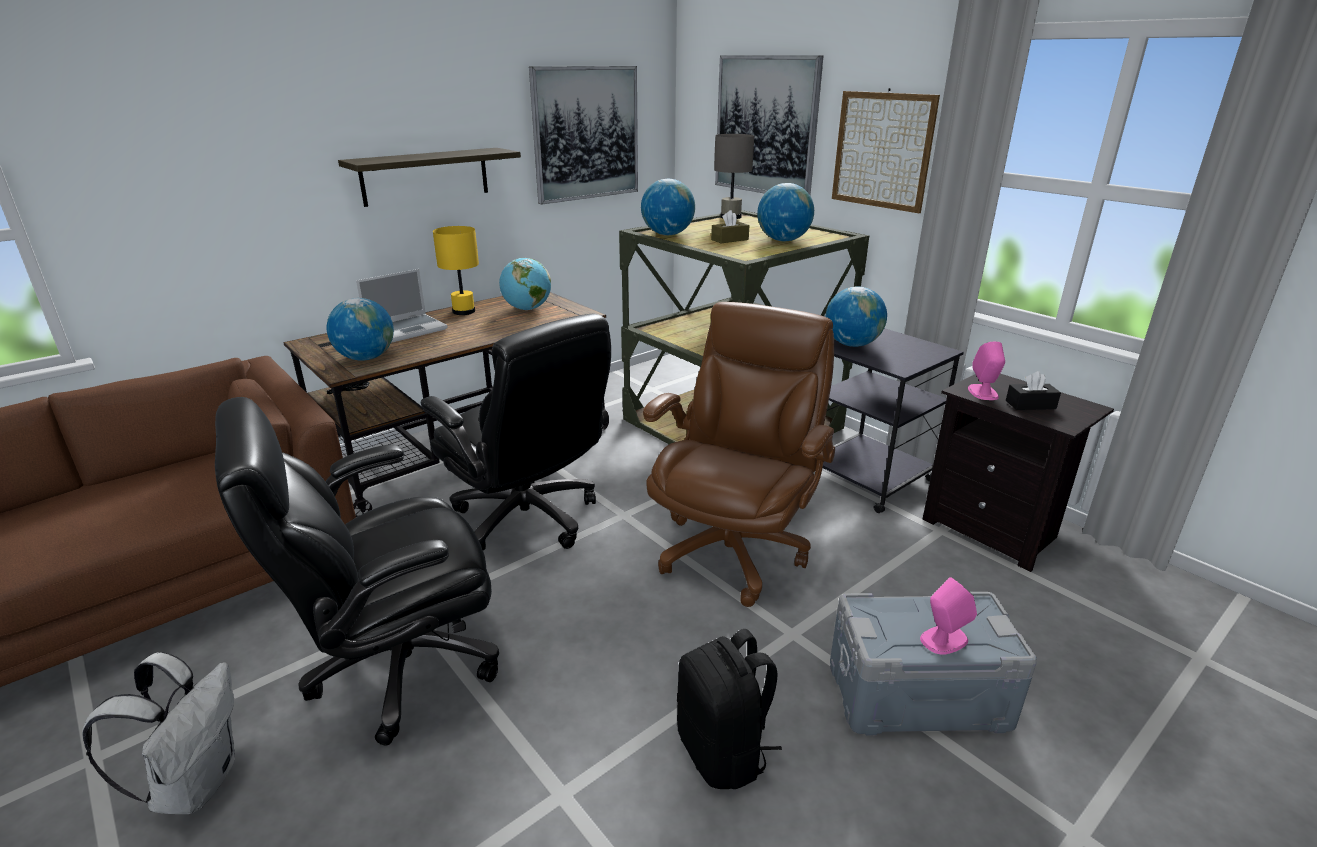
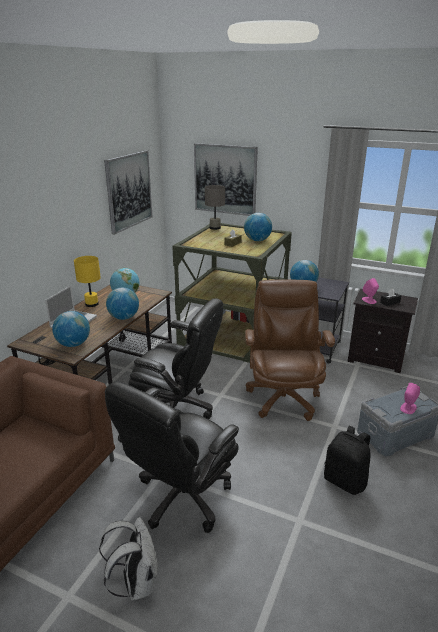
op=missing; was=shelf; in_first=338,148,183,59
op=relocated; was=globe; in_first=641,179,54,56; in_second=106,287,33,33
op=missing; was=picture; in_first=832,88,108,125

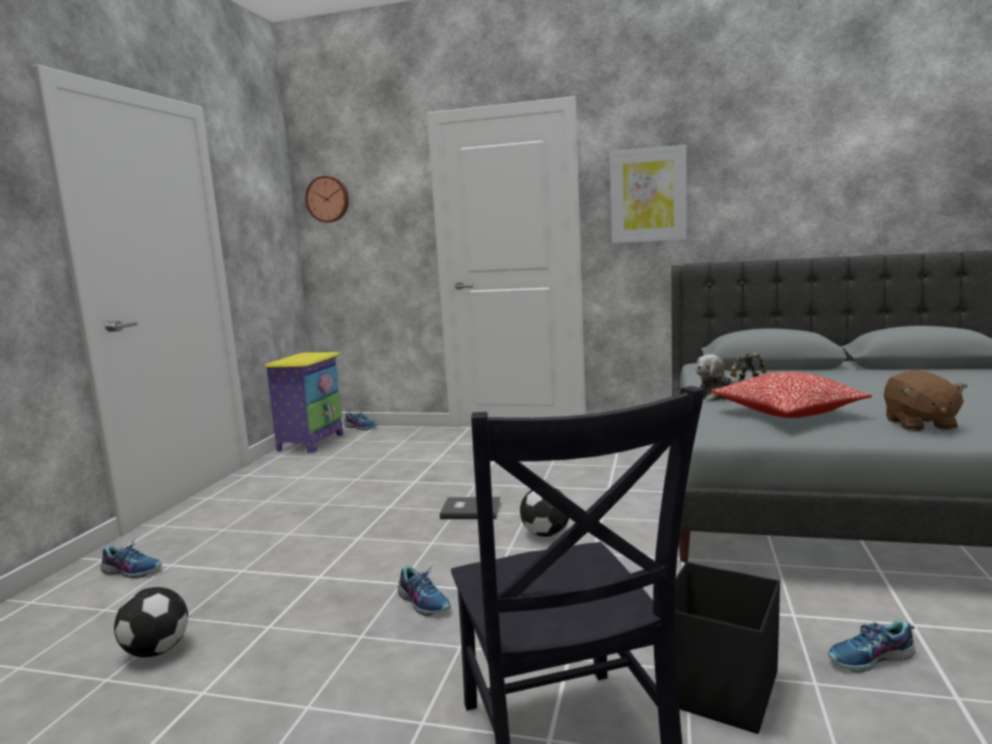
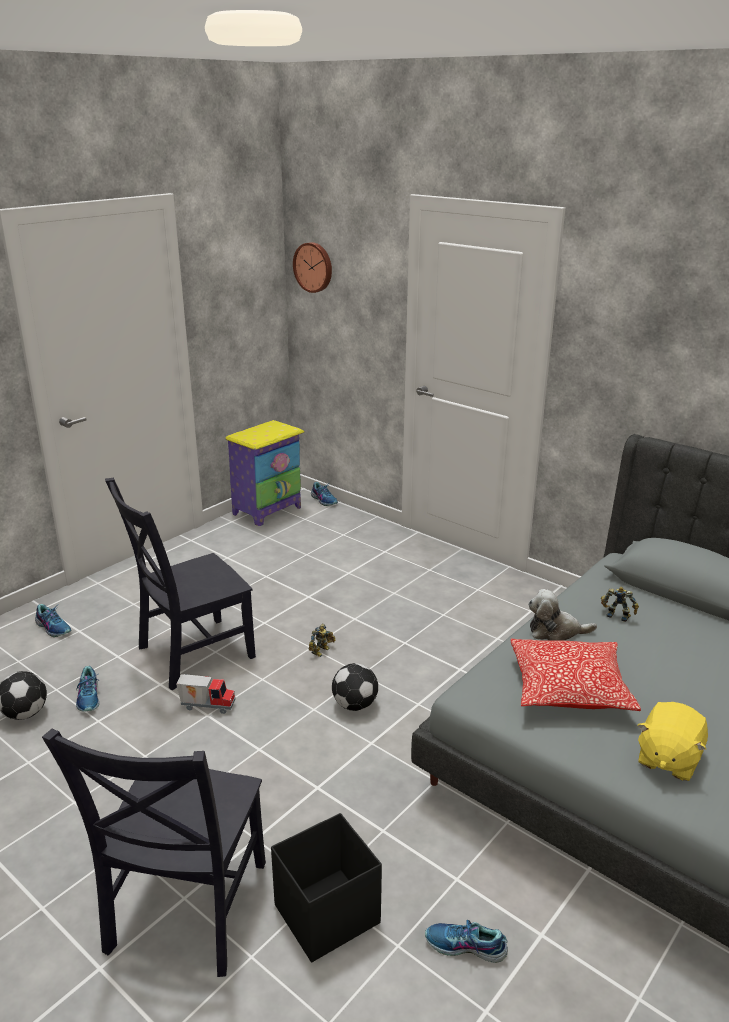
op=relocated; was=shoe; in_first=397,565,54,51; in_second=76,666,24,45
op=exchanged; was=book (grey); now=toy robot; in_first=440,497,61,22; in_second=309,624,26,33
op=missing; was=picture; in_first=610,145,77,98
op=colour; was=plush toy (brown); now=plush toy (yellow); in_first=884,370,84,61; in_second=638,702,70,79
op=appeared; now=chair (black); in_second=105,478,151,212
op=appeared; now=toy truck; in_second=176,674,60,40

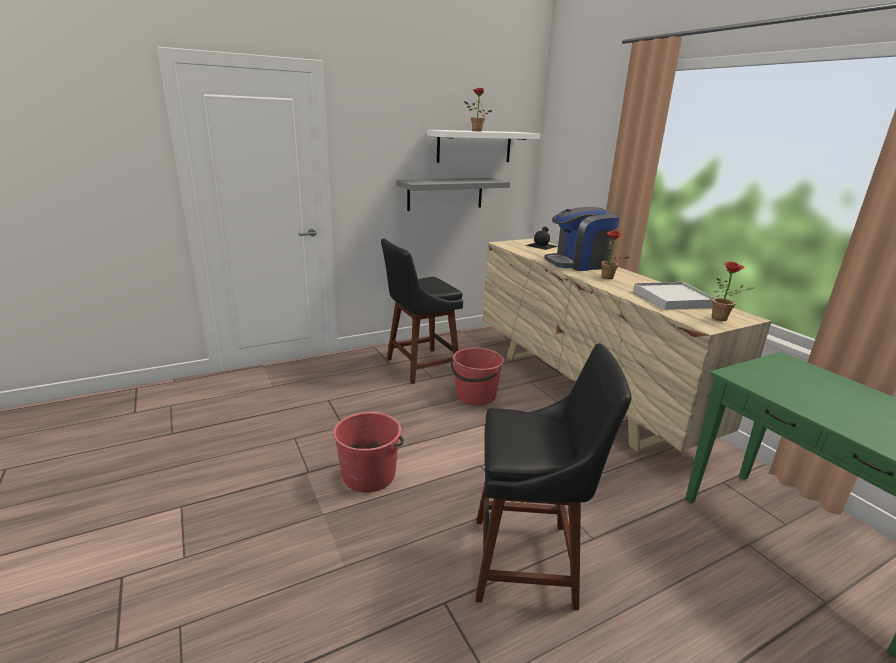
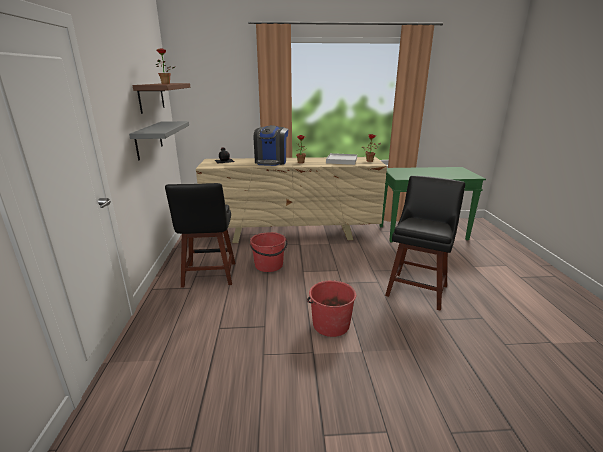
op=colour; was=shelf (white); now=shelf (brown); in_first=427,130,113,33; in_second=132,83,58,31

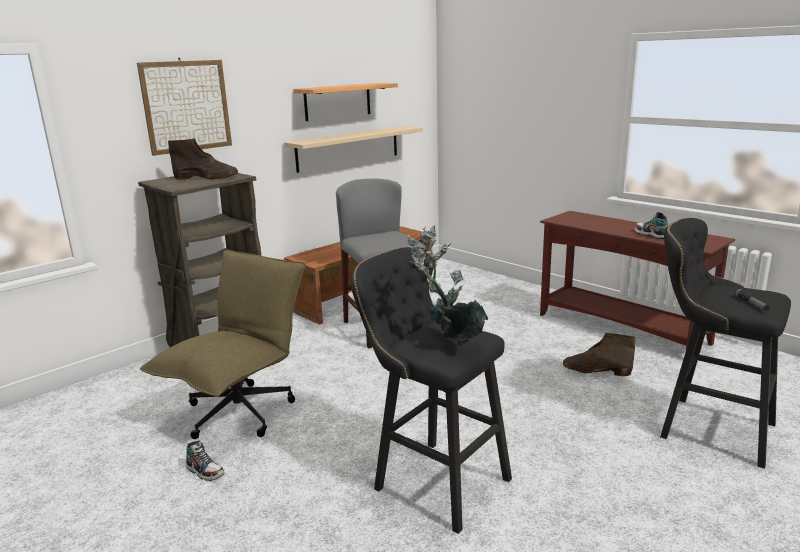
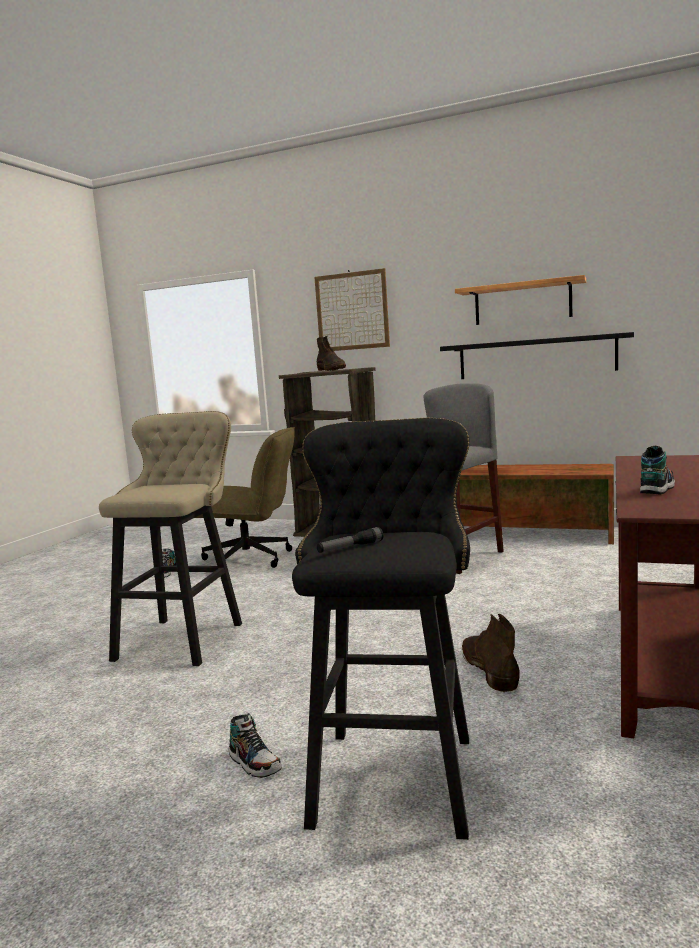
op=colour; was=shelf (beige); now=shelf (black); in_first=284,126,138,47; in_second=440,332,194,47
op=colour; was=stool (black); now=stool (beige); in_first=351,247,161,287; in_second=99,411,143,255
op=missing; was=potted plant; in_first=407,225,81,118
op=appeared; now=shoe; in_second=229,713,53,65

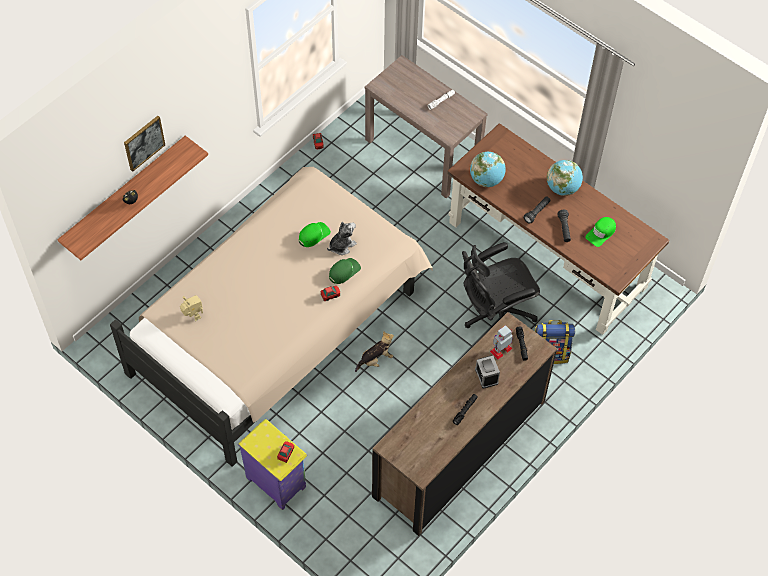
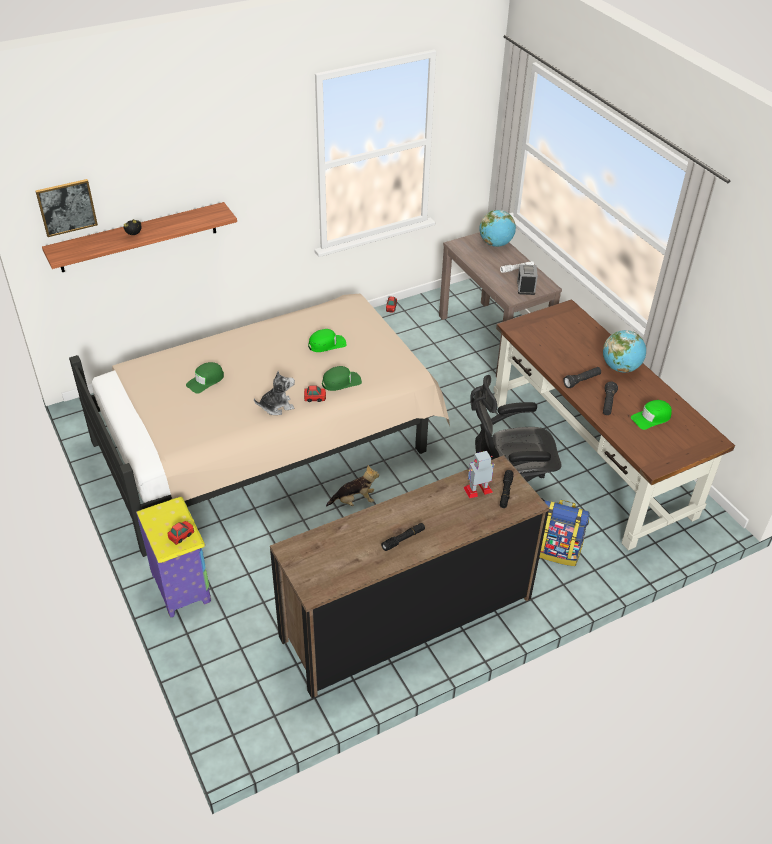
op=relocated; was=picture; in_first=124,116,41,56; in_second=36,179,62,58
op=missing; was=toy robot; in_first=180,295,23,26
op=relocated; was=plush toy; in_first=327,222,30,33; in_second=254,371,41,44
op=relocated; was=globe; in_first=470,152,36,35; in_second=480,210,36,37
op=relocated; was=alarm clock; in_first=475,356,25,33; in_second=517,264,21,31
op=appeared; now=cap (green); in_second=186,362,38,32

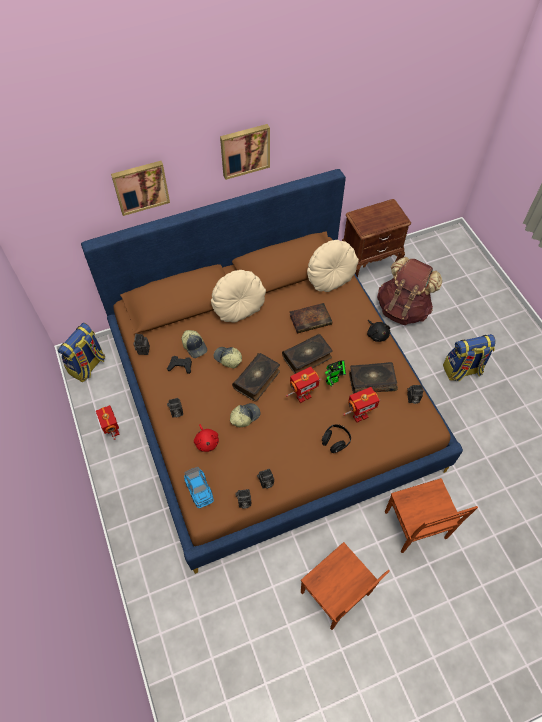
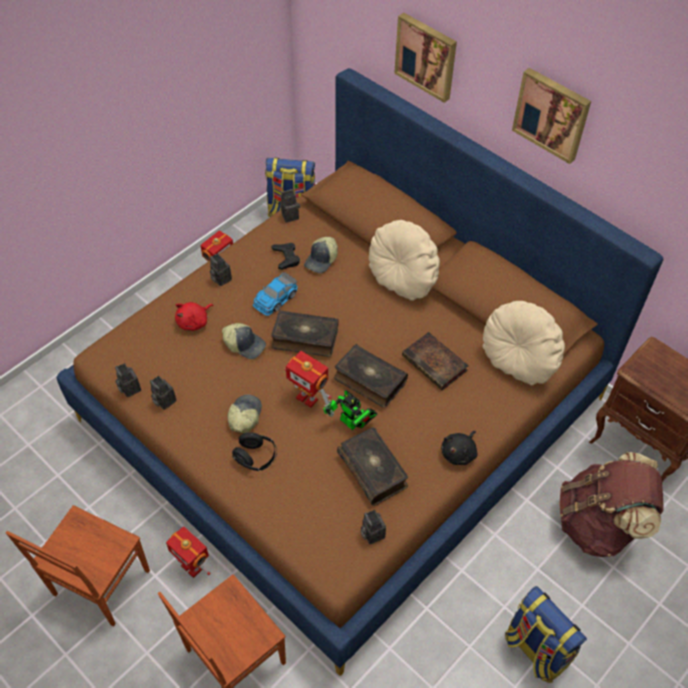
op=relocated; was=toy car; in_first=184,467,30,41; in_second=253,272,45,44
op=relocated; was=cap; in_first=214,347,28,21; in_second=228,395,34,38
op=relocated; was=toy robot; in_first=343,387,37,36; in_second=166,526,45,52

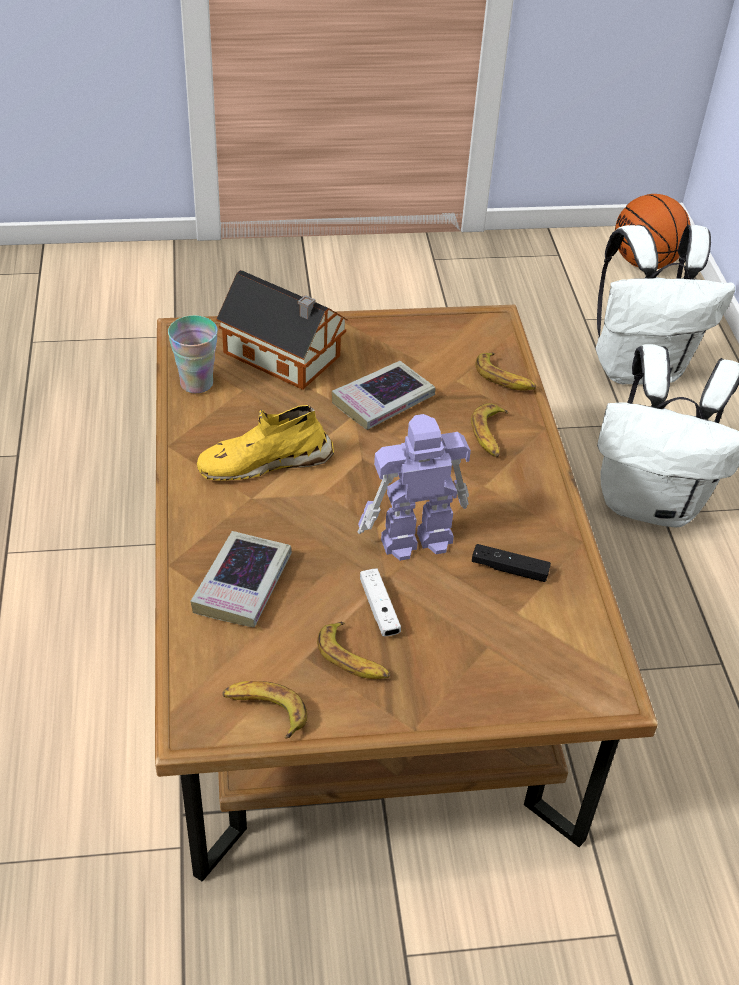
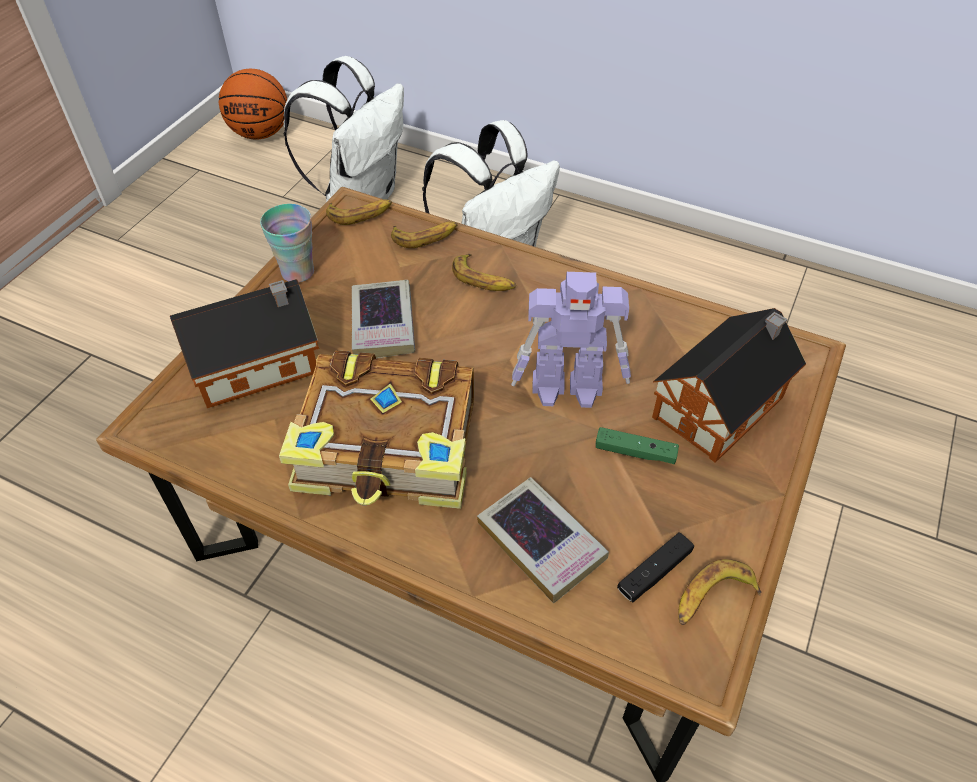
op=relocated; was=cup; in_first=168,316,50,77; in_second=260,204,54,79
op=exchanged; was=shoe (yellow); now=book; in_first=197,405,137,76; in_second=279,350,195,159
op=relocated; was=banana; in_first=317,622,73,57; in_second=326,199,66,26
op=spun; was=toy robot; in_first=358,414,113,147; in_second=511,272,120,136; clockwise=-105
op=colour; was=game controller (white); now=game controller (green); in_first=360,568,41,68; in_second=596,427,83,37
op=relocated; was=game controller (black); in_first=472,544,79,38; in_second=617,532,77,70
op=appeared; now=toy house; in_second=652,308,154,154

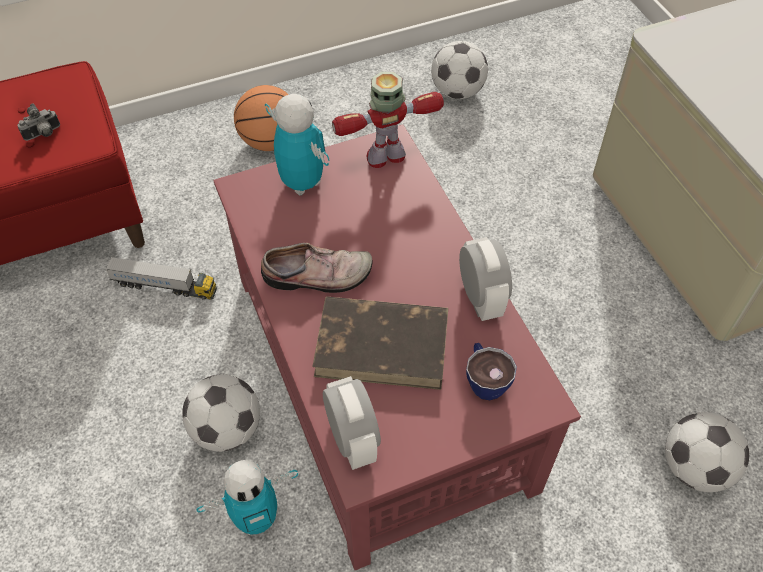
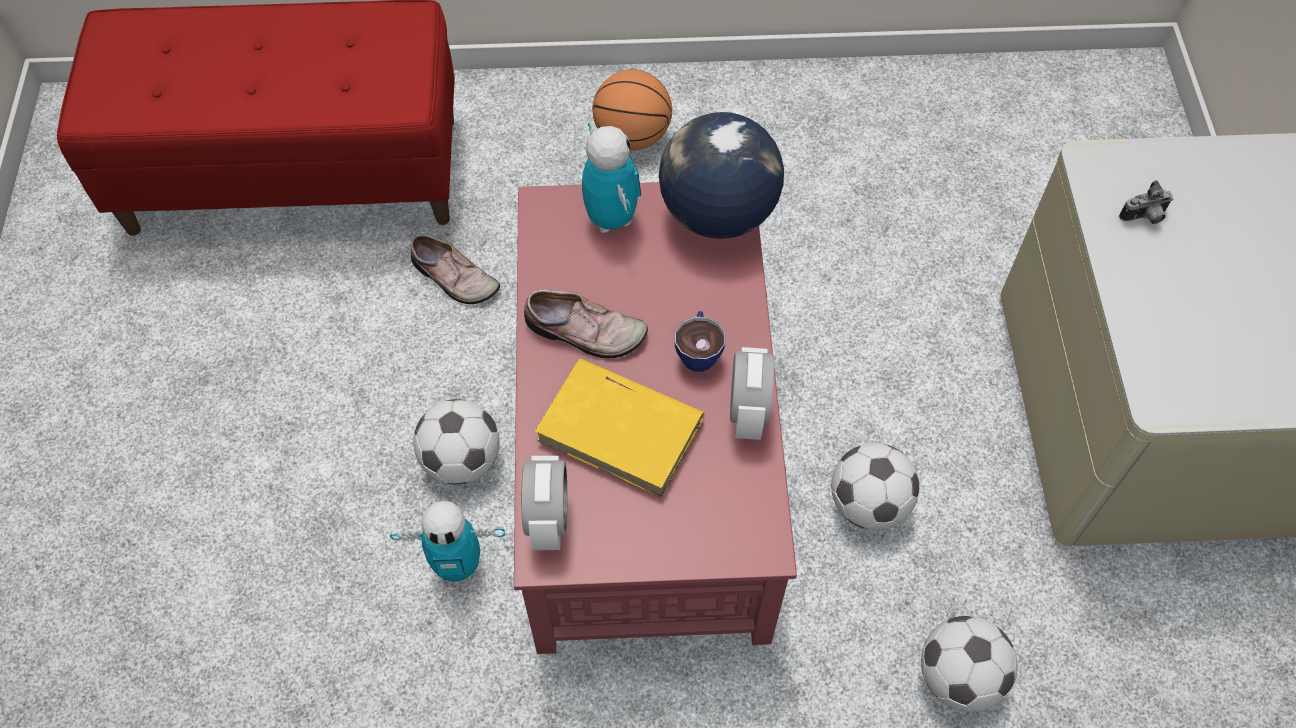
op=relocated; was=photo camera; in_first=17,103,43,38; in_second=1119,180,54,44
op=exchanged; was=toy truck; now=shoe; in_first=105,257,112,43; in_second=410,234,90,70
op=colour; was=book (brown); now=book (yellow); in_first=312,296,136,94; in_second=535,359,169,139
op=exchanged; was=toy robot; now=globe; in_first=332,72,112,96; in_second=659,112,125,127
op=relocated; was=football; in_first=431,41,57,58; in_second=831,443,89,87
op=relocated; was=cup; in_first=466,343,51,57; in_second=674,311,51,61

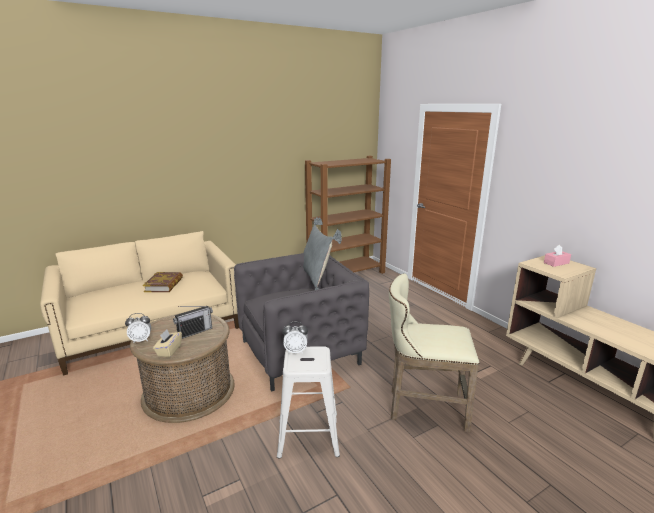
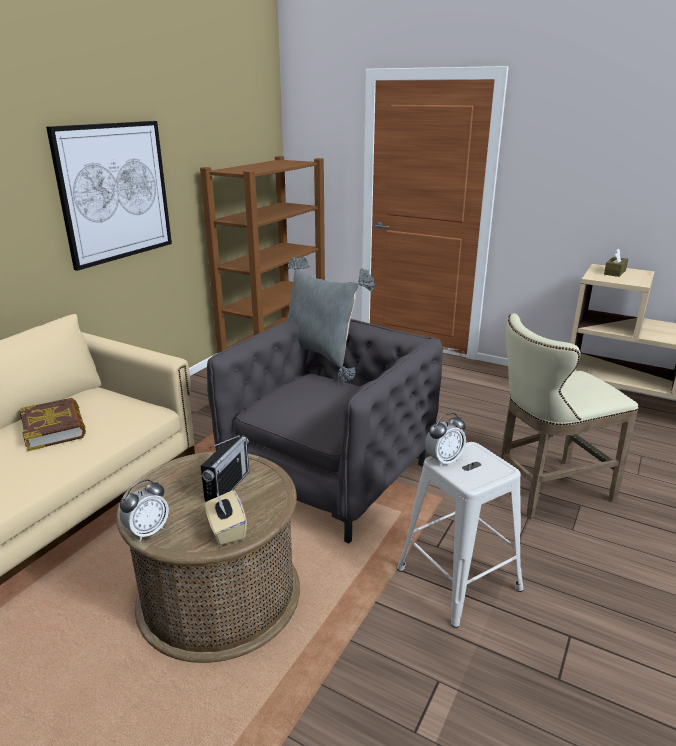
op=colour; was=tissue box (pink); now=tissue box (brown); in_first=544,245,27,22; in_second=604,249,24,28
op=appeared; now=picture; in_second=46,121,126,150

